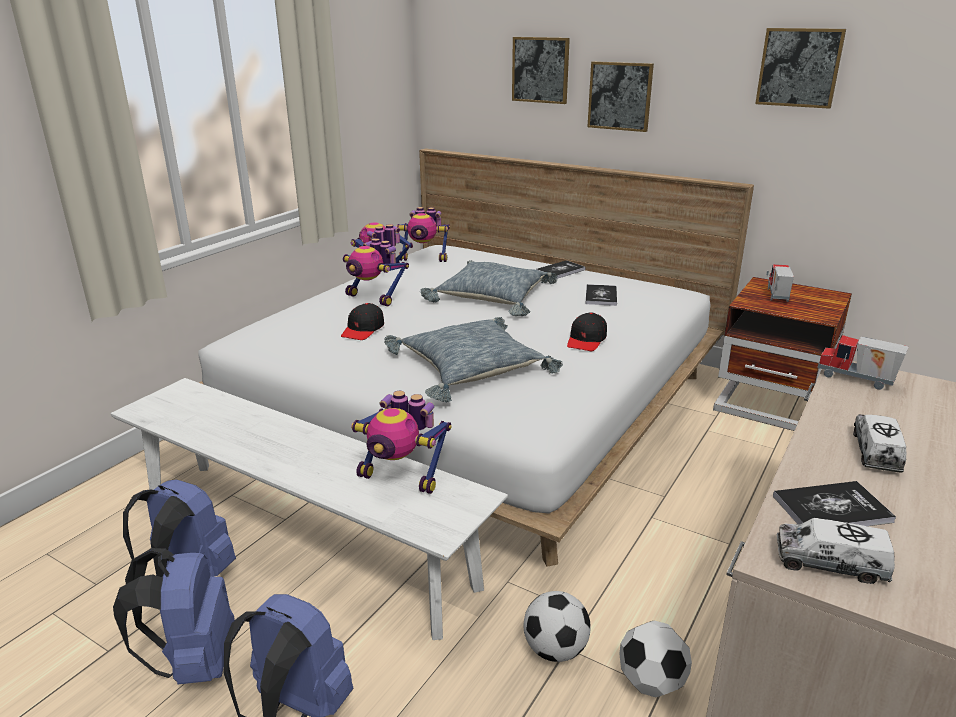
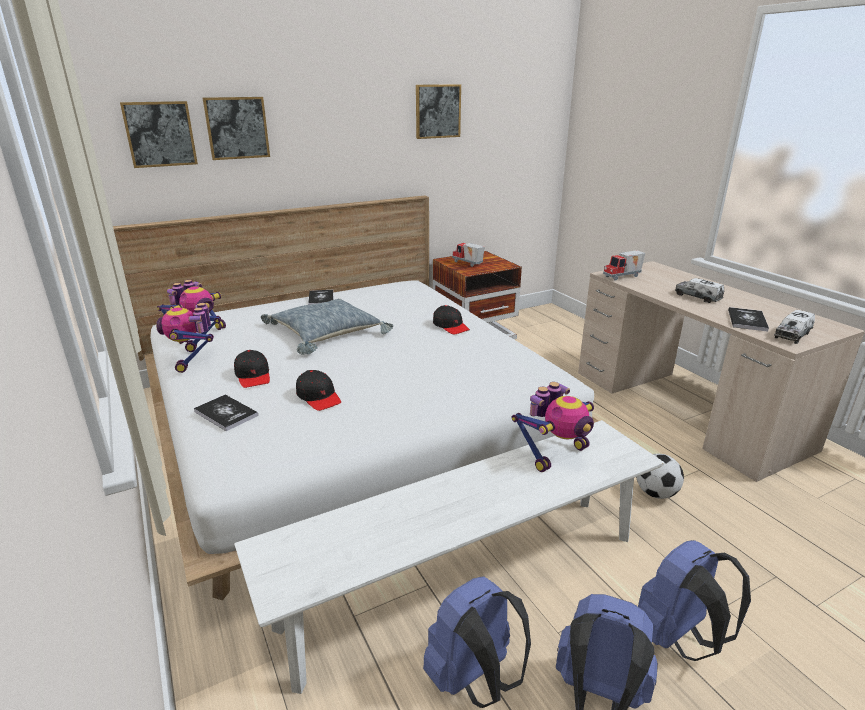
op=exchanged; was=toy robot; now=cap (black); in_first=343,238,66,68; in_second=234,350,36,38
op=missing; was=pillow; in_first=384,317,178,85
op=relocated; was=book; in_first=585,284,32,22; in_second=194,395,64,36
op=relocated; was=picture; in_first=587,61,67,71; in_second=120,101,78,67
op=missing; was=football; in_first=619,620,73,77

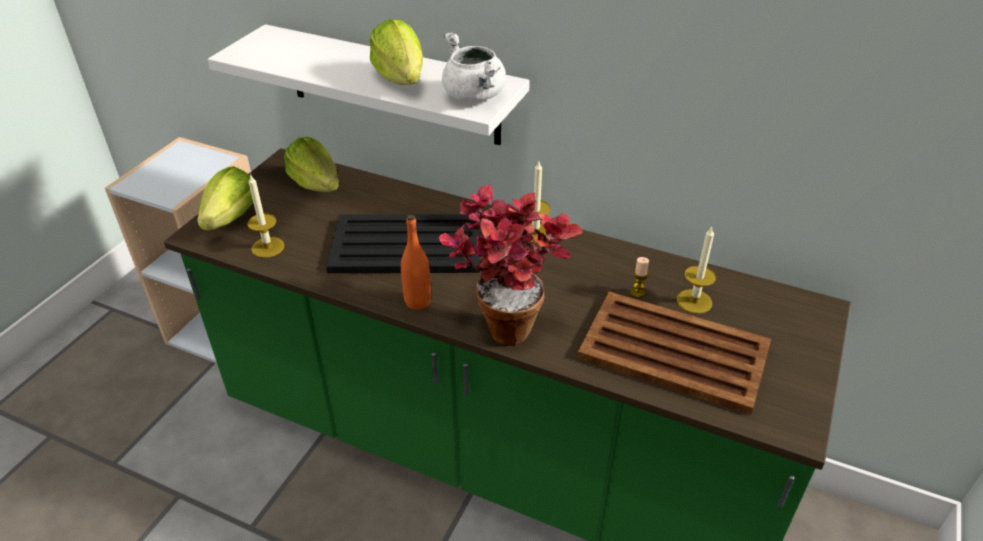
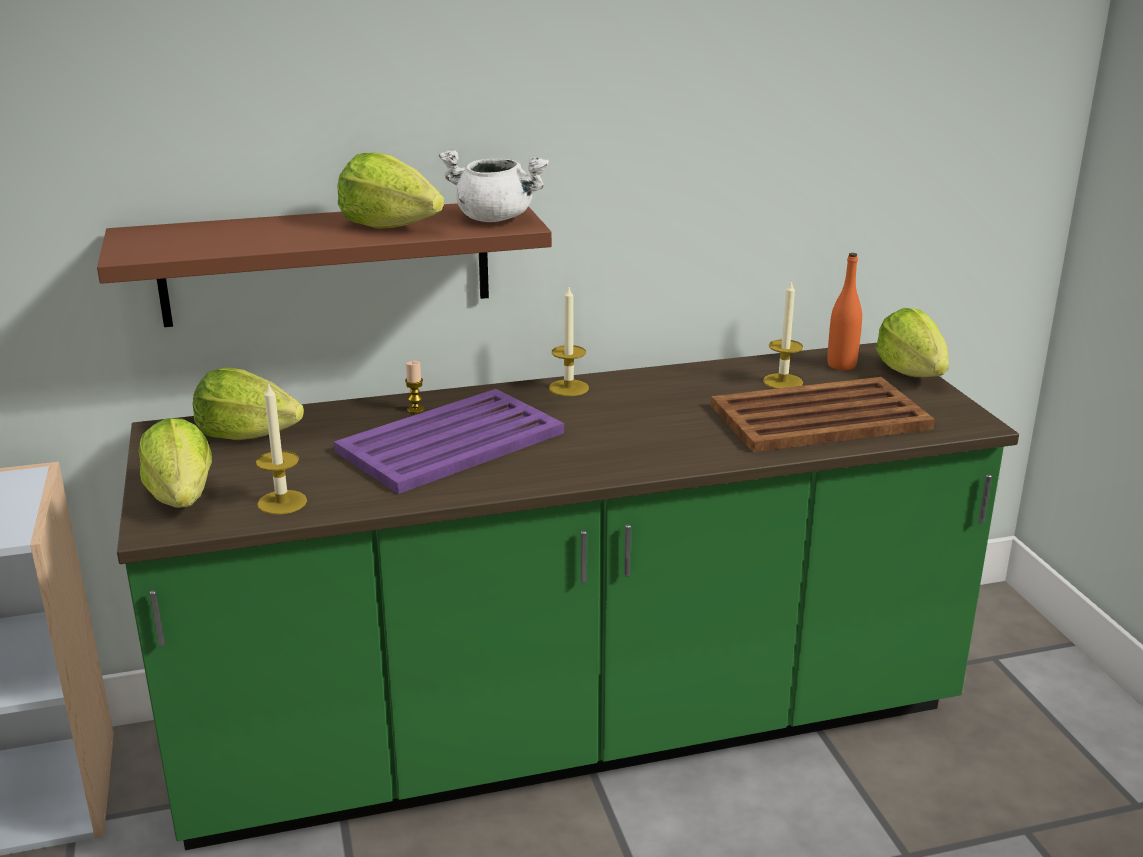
op=colour; was=shelf (white); now=shelf (brown); in_first=208,24,322,121; in_second=97,203,455,124
op=colour; was=tray (black); now=tray (purple); in_first=326,214,154,59; in_second=334,389,230,105
op=relocated; was=bottle (orange); in_first=401,215,30,95; in_second=827,253,35,117
op=missing; was=potted plant; in_first=439,185,144,161
op=relocated; was=candle; in_first=631,257,18,41; in_second=405,361,19,53
op=appeared; now=lettuce; in_second=876,308,73,69

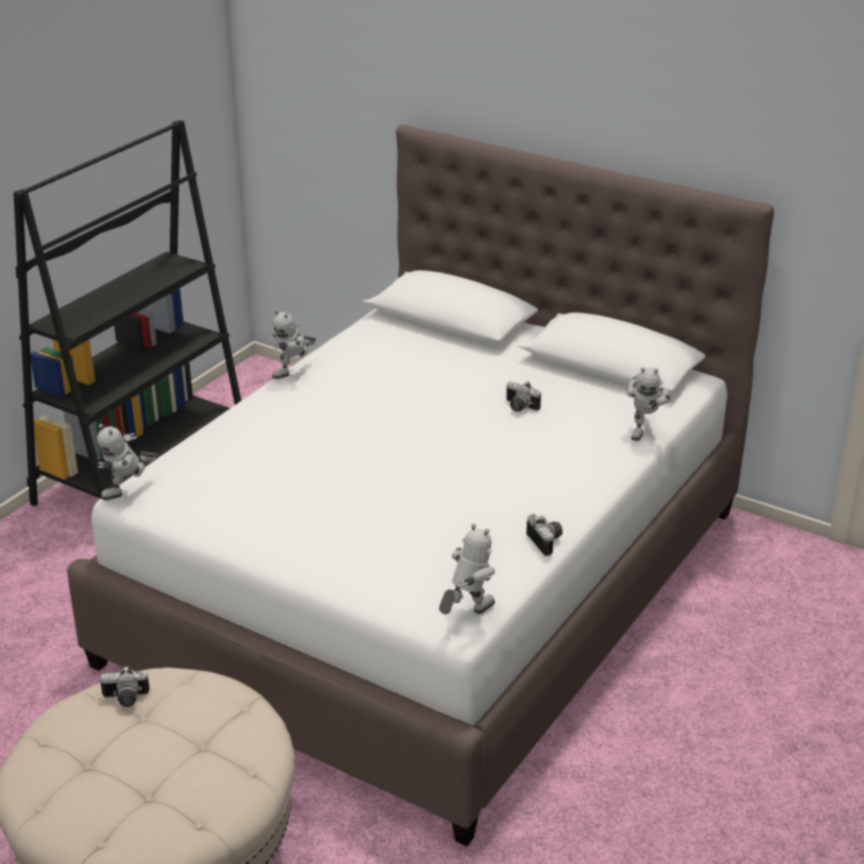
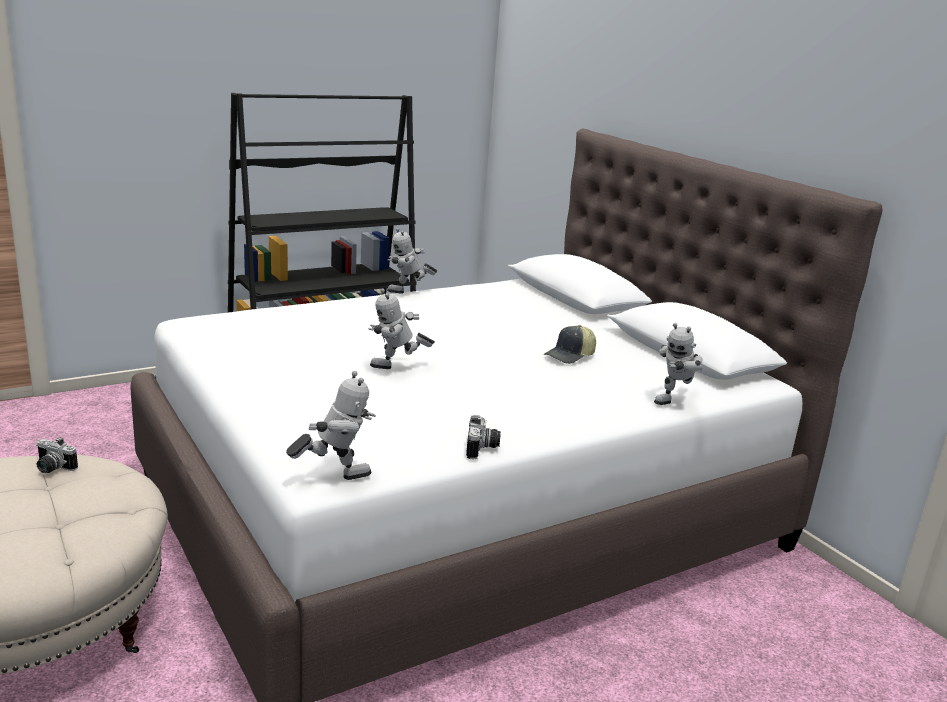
op=relocated; was=toy robot; in_first=97,424,60,76; in_second=368,289,67,80
op=exchanged; was=photo camera; now=cap; in_first=506,381,35,31; in_second=544,325,52,39

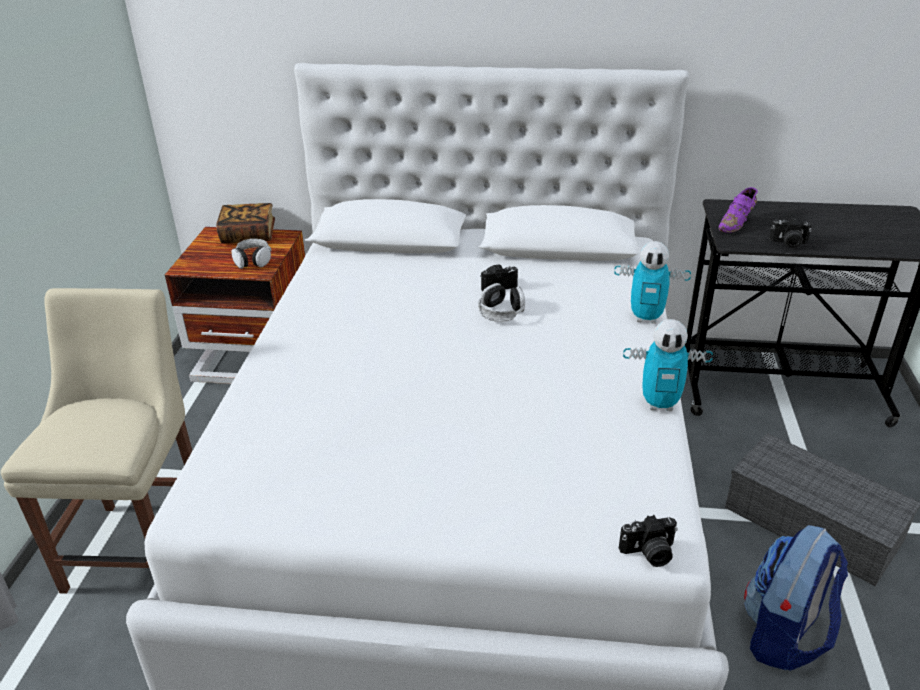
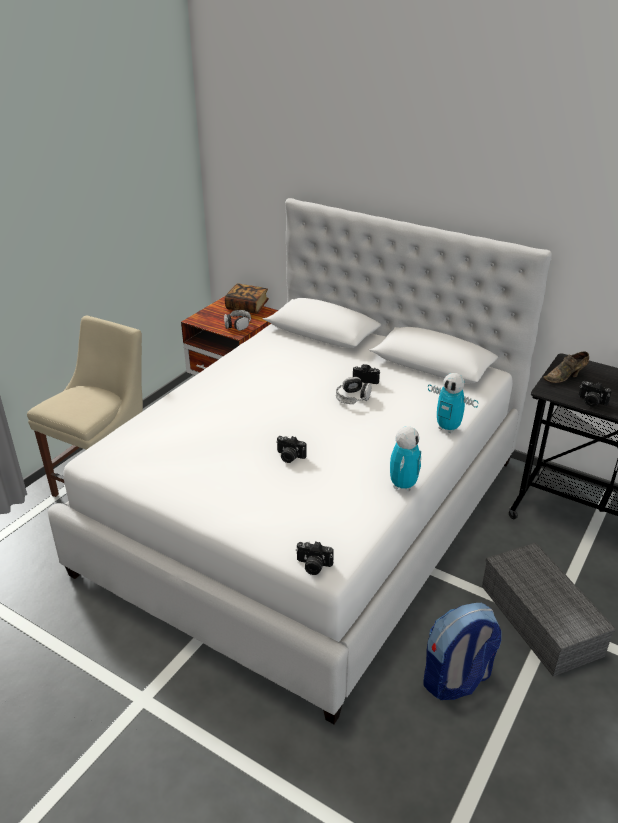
op=spun; was=toy robot; in_first=623,319,90,92; in_second=390,426,31,65; clockwise=-105
op=colour; was=shoe (purple); now=shoe (brown); in_first=719,187,39,46; in_second=543,352,46,31
op=appeared; now=photo camera; in_second=276,436,30,27

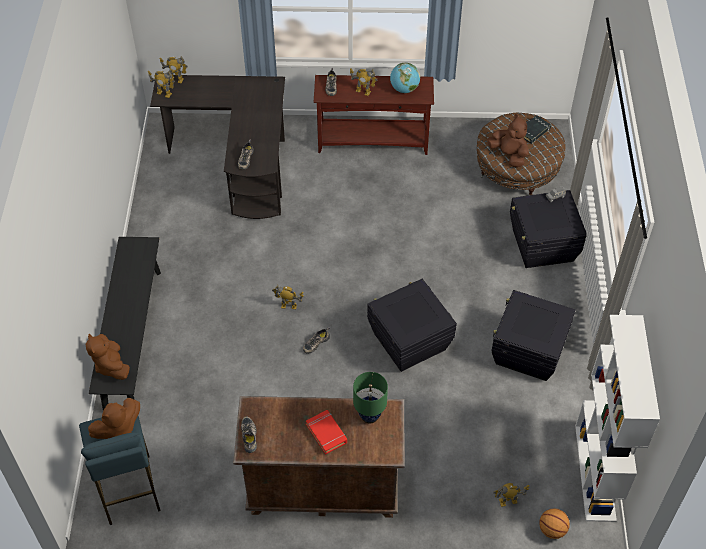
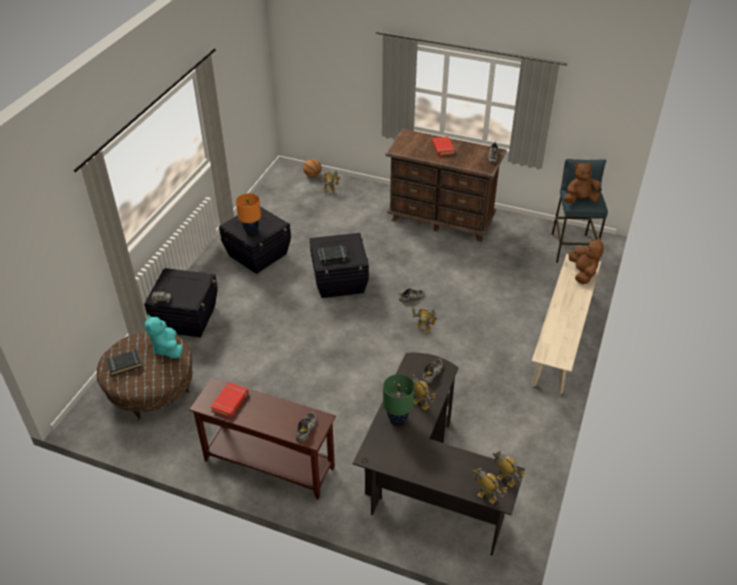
op=colour; was=bench (black); now=bench (beige); in_first=89,237,72,174; in_second=531,254,70,140
op=relocated; was=toy robot; in_first=350,68,27,28; in_second=409,375,26,35
op=relocated; was=table lamp (green); in_first=353,372,35,51; in_second=383,374,32,52
op=exchanged; was=globe; now=book (red); in_first=390,63,30,30; in_second=210,382,38,36
op=colour; was=plush toy (brown); now=plush toy (turquoise); in_first=488,114,41,53; in_second=145,314,38,44
op=missing; was=bookcase (white); in_first=575,315,85,207
op=appeared; now=table lamp (orange); in_second=236,193,25,42
op=appeared; now=book (black); in_second=318,245,30,18

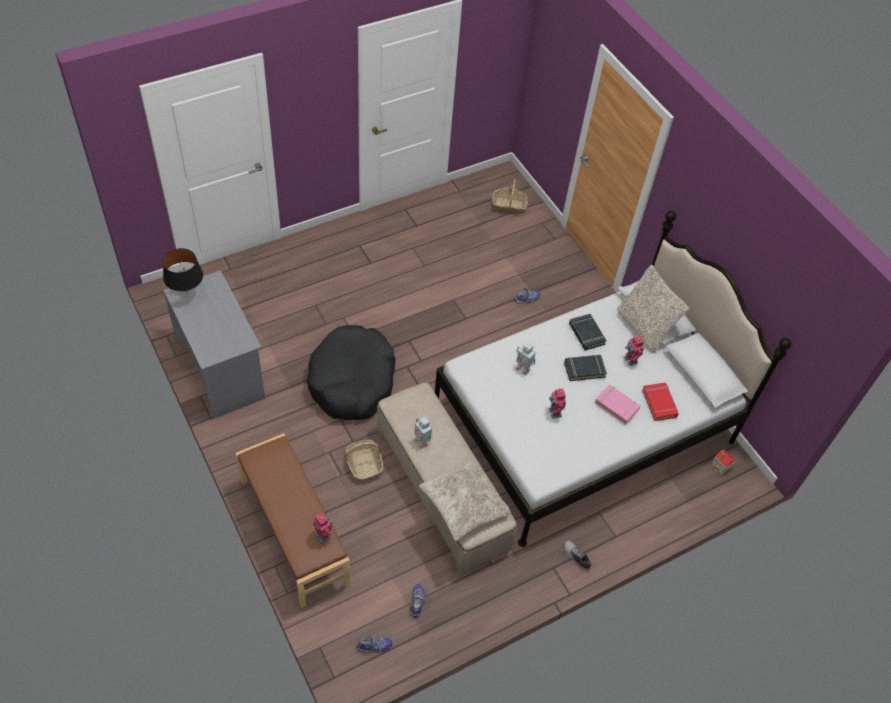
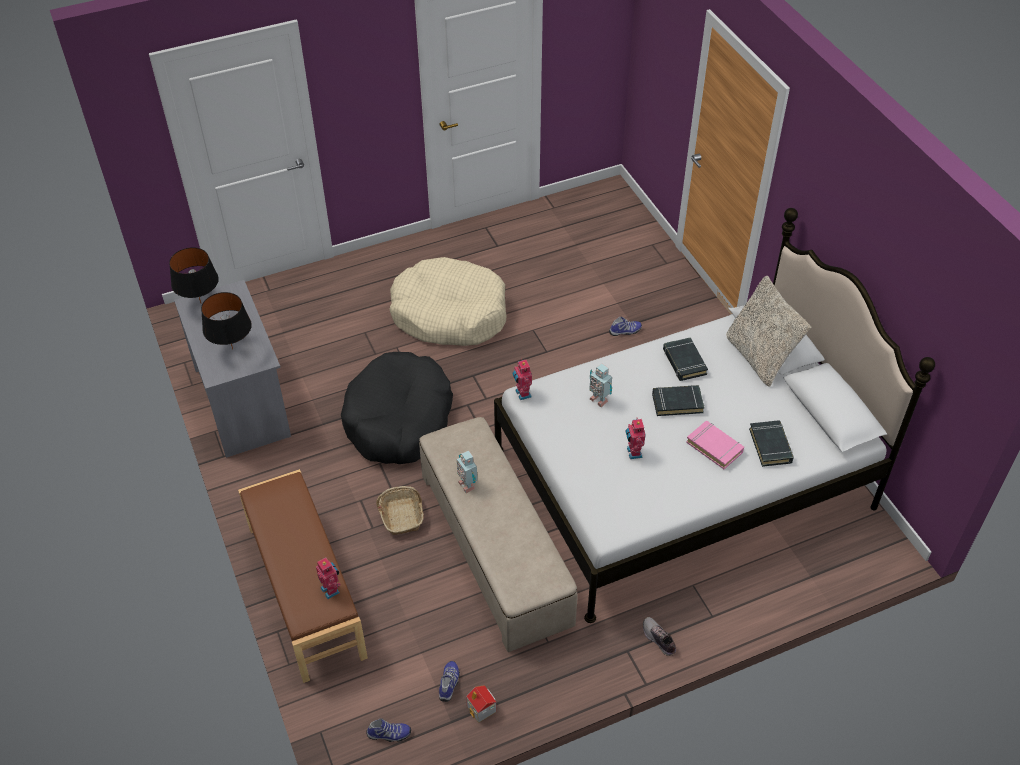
op=missing; was=pillow (beige); in_first=419,461,92,80
op=missing; was=basket; in_first=492,179,36,34
op=relocated; was=toy robot; in_first=624,335,20,31; in_second=512,359,20,41
op=colour; was=book (red); now=book (black); in_first=642,383,37,38; in_second=749,420,45,47
op=relocated; was=toy house; in_first=711,449,25,26; in_second=466,685,31,38
op=appeared; now=table lamp (black); in_second=201,292,51,57
op=appeared; now=dog bed (beige); in_second=390,257,116,89

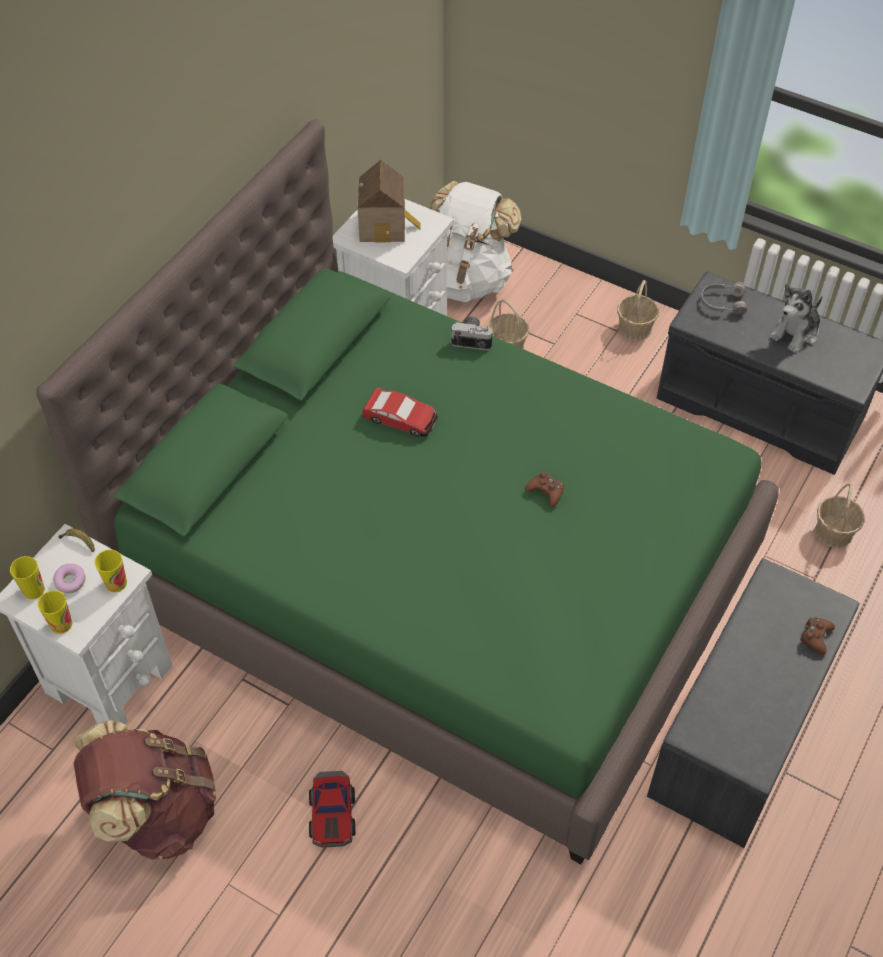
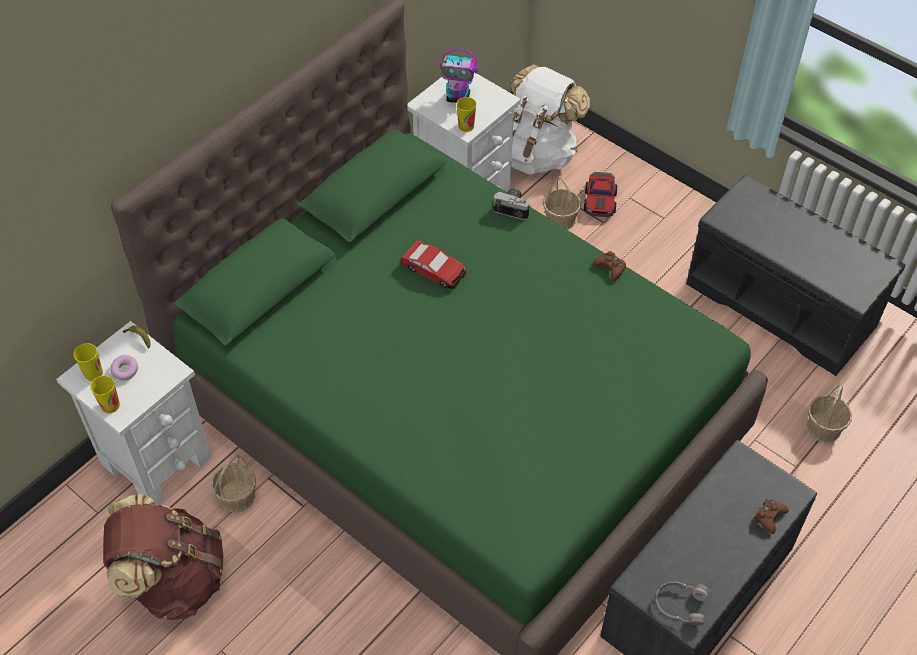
op=relocated; was=cup; in_first=94,549,33,43; in_second=456,97,20,35
op=relocated; was=toy car; in_first=309,771,46,77; in_second=584,172,33,45
op=exchanged; was=toy house; now=toy robot; in_first=357,160,63,82; in_second=440,49,38,54
op=relocated; was=game controller (brown); in_first=525,472,39,35; in_second=593,251,33,30
op=relocated; was=basket; in_first=617,280,42,61; in_second=211,454,45,58
op=relocated; was=headphones (grey); in_first=701,282,46,32; in_second=655,581,54,44
op=missing; was=plush toy; in_first=770,284,52,69

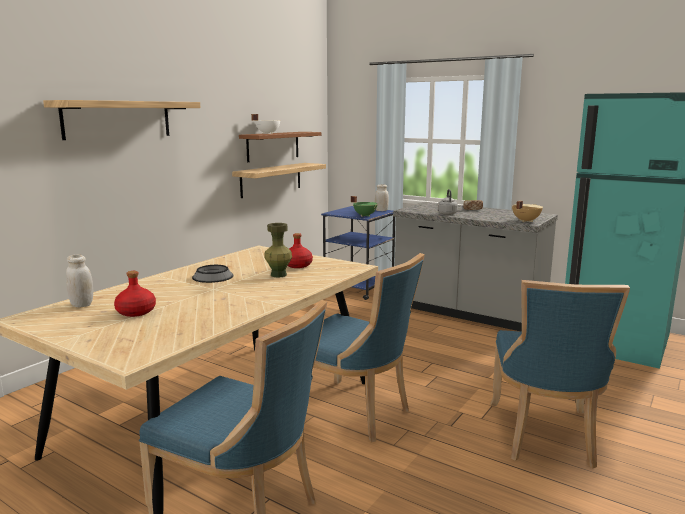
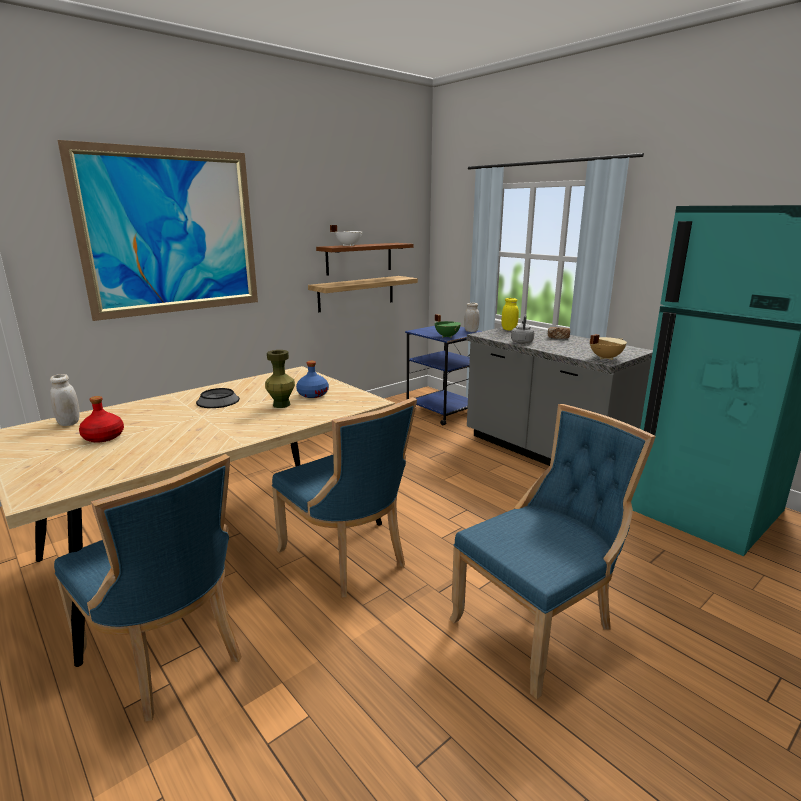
op=exchanged; was=shelf; now=picture; in_first=43,100,157,40; in_second=58,140,200,181
op=colour; was=bottle (red); now=bottle (blue); in_first=288,233,25,35; in_second=296,361,33,37
op=spun; was=chair (blue); in_first=490,280,140,188; in_second=449,404,207,295; clockwise=-150
op=appeared; now=jar (yellow); in_second=501,298,18,33

